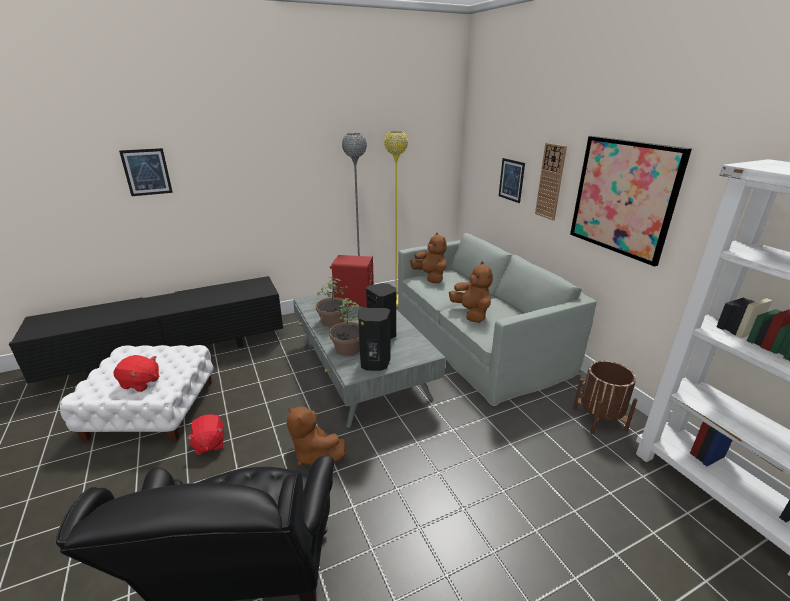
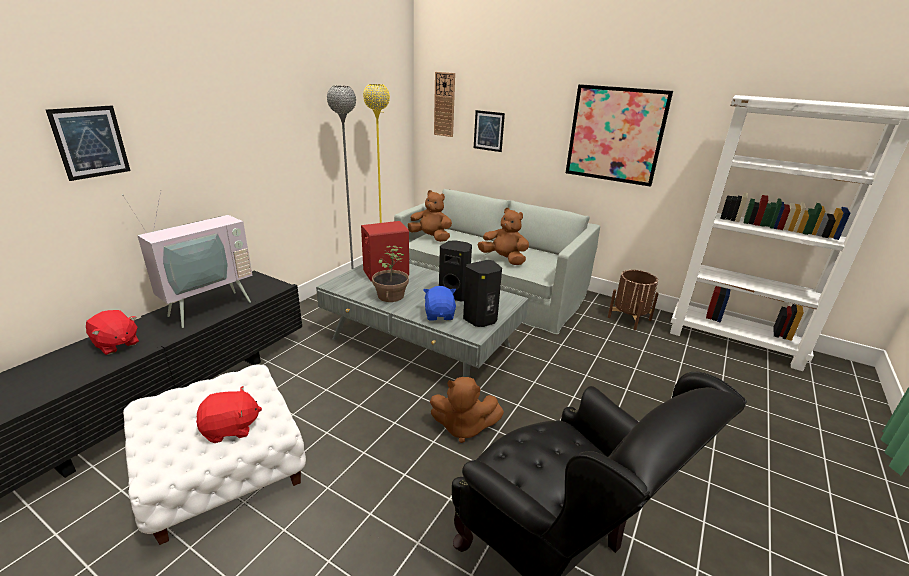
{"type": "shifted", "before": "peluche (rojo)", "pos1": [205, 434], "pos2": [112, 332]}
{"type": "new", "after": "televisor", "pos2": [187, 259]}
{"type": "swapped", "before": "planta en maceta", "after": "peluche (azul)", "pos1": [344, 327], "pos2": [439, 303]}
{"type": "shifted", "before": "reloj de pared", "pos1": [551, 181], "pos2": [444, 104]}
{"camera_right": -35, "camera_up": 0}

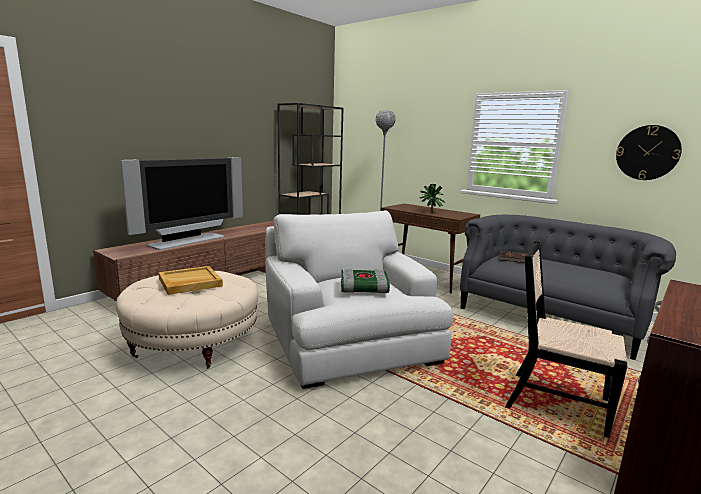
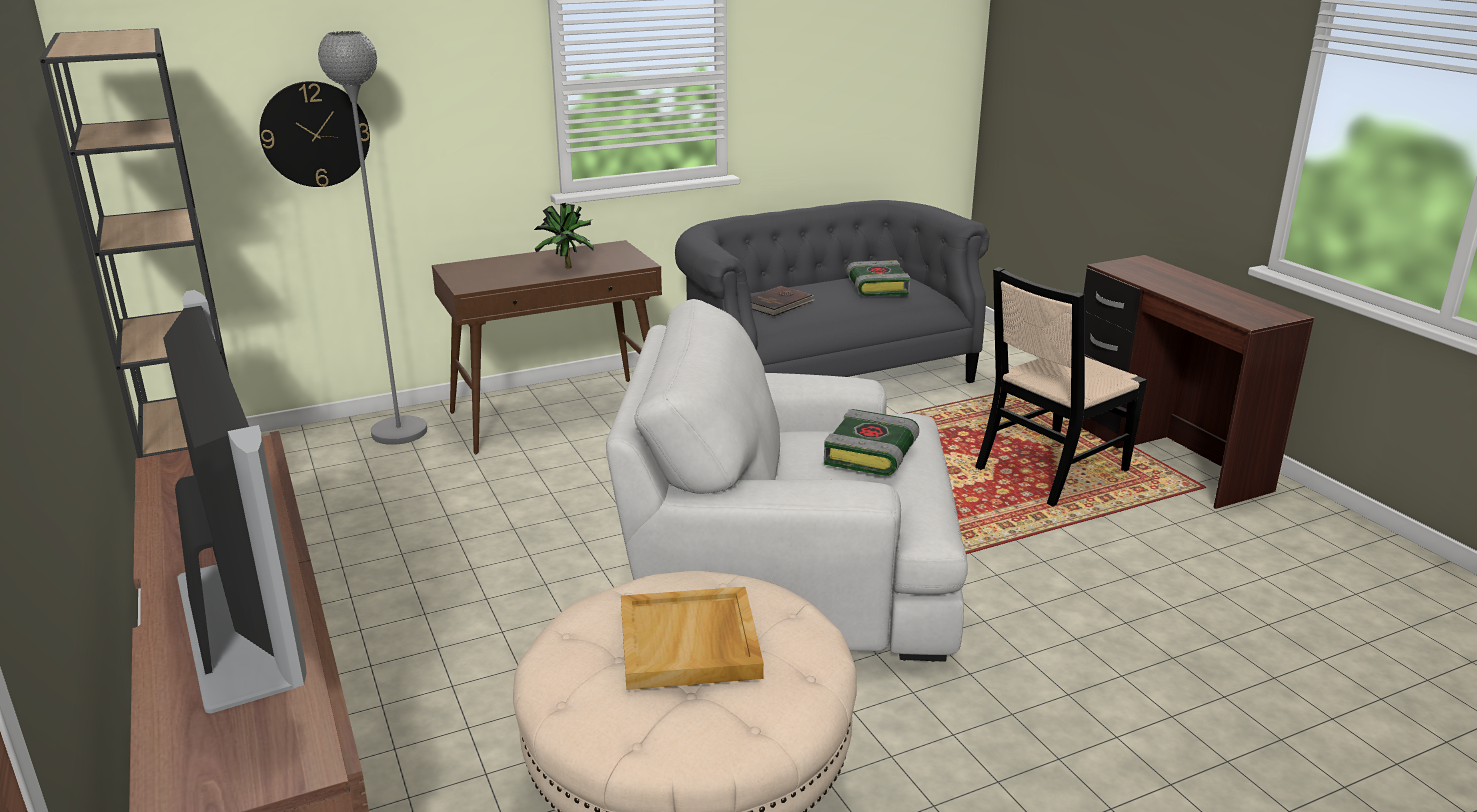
{"type": "shifted", "before": "reloj de pared", "pos1": [649, 152], "pos2": [314, 134]}
{"type": "new", "after": "libro", "pos2": [878, 278]}
{"camera_right": -65, "camera_up": 10}

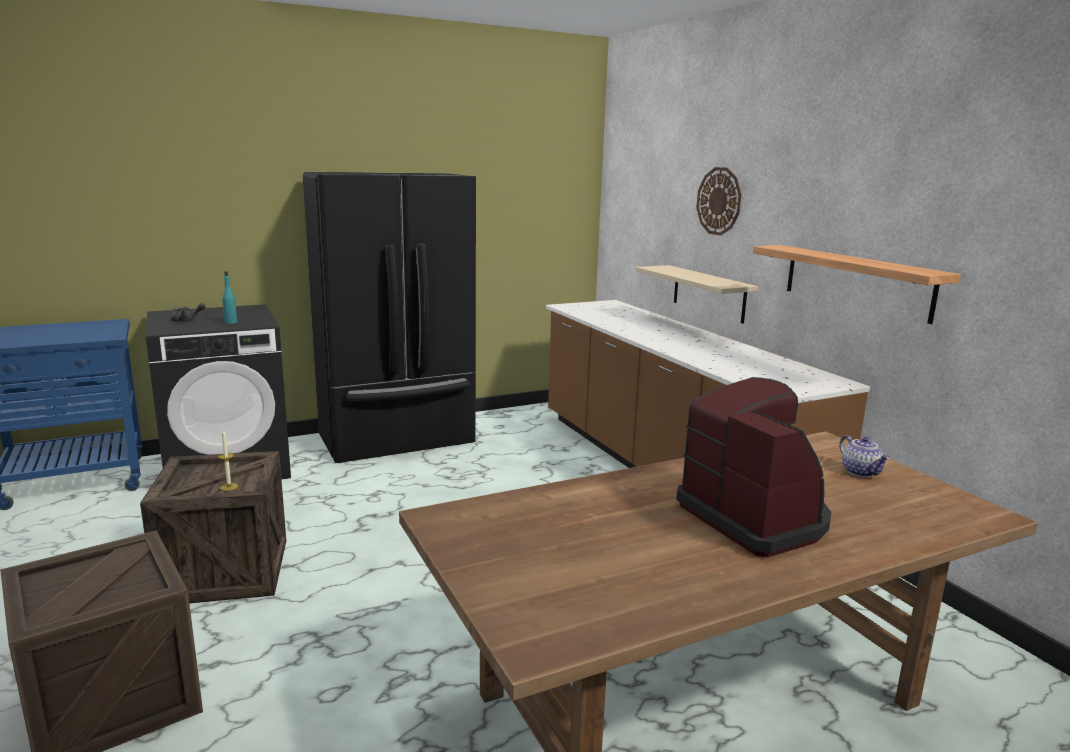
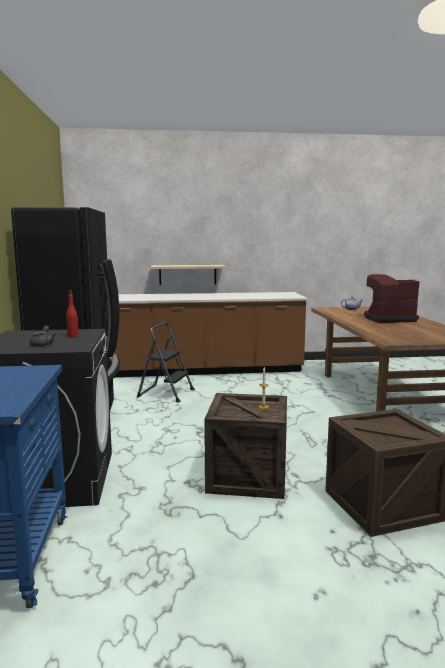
{"type": "repainted", "before": "botella (turquesa)", "after": "botella (rojo)", "pos1": [229, 297], "pos2": [72, 313]}
{"type": "new", "after": "escalera de tijera (negro)", "pos2": [166, 362]}
{"type": "gone", "before": "reloj de pared", "pos1": [719, 201]}
{"type": "gone", "before": "estante", "pos1": [857, 284]}
{"camera_right": -70, "camera_up": -5}

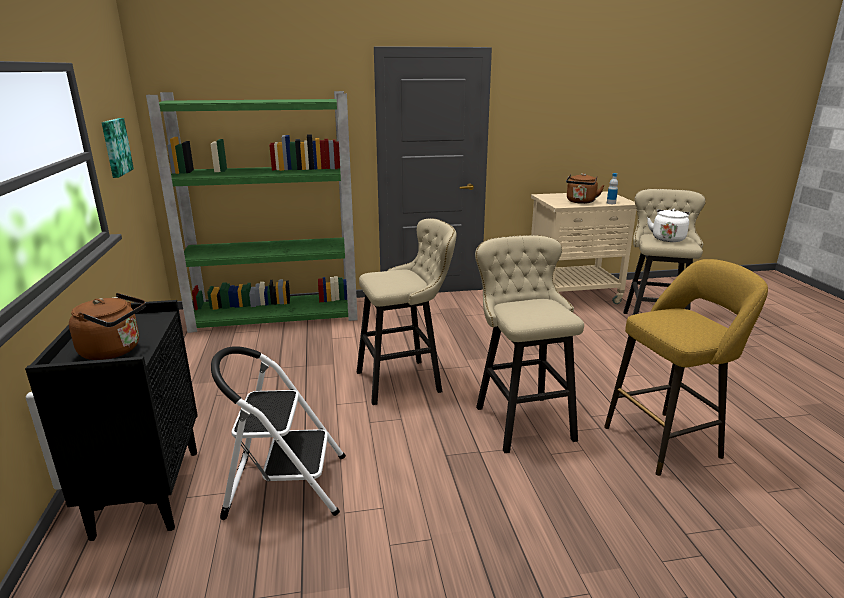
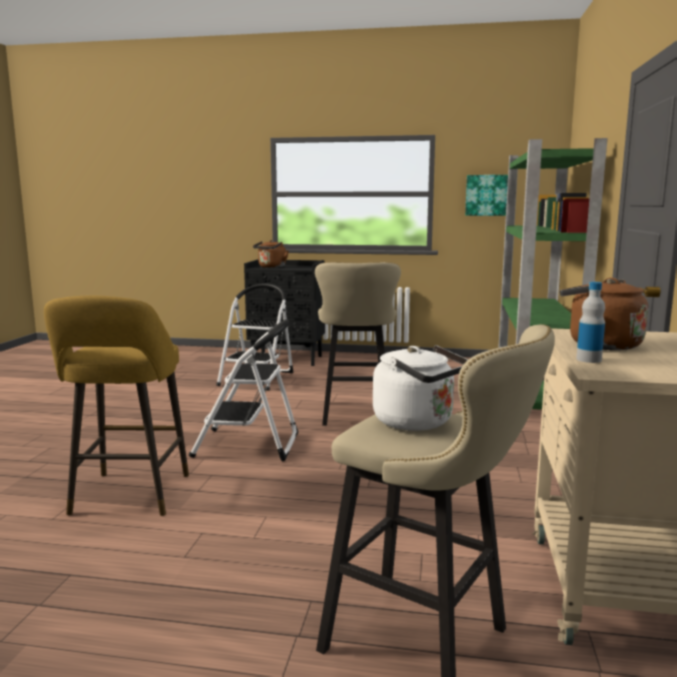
{"type": "swapped", "before": "taburete (beis)", "after": "escalera de tijera", "pos1": [529, 344], "pos2": [243, 390]}
{"camera_right": 110, "camera_up": -10}

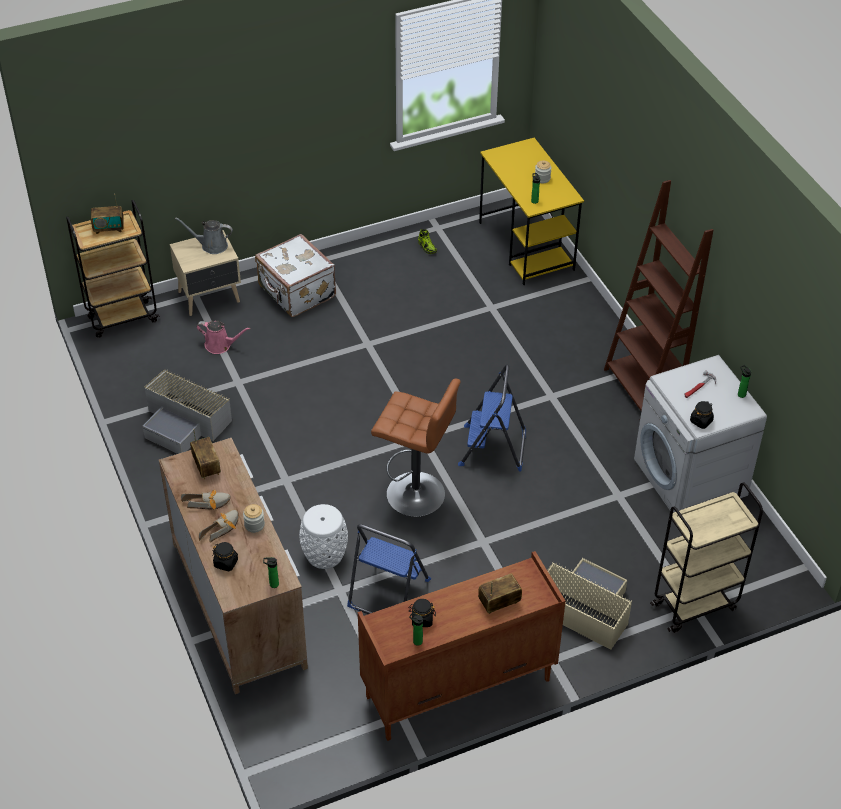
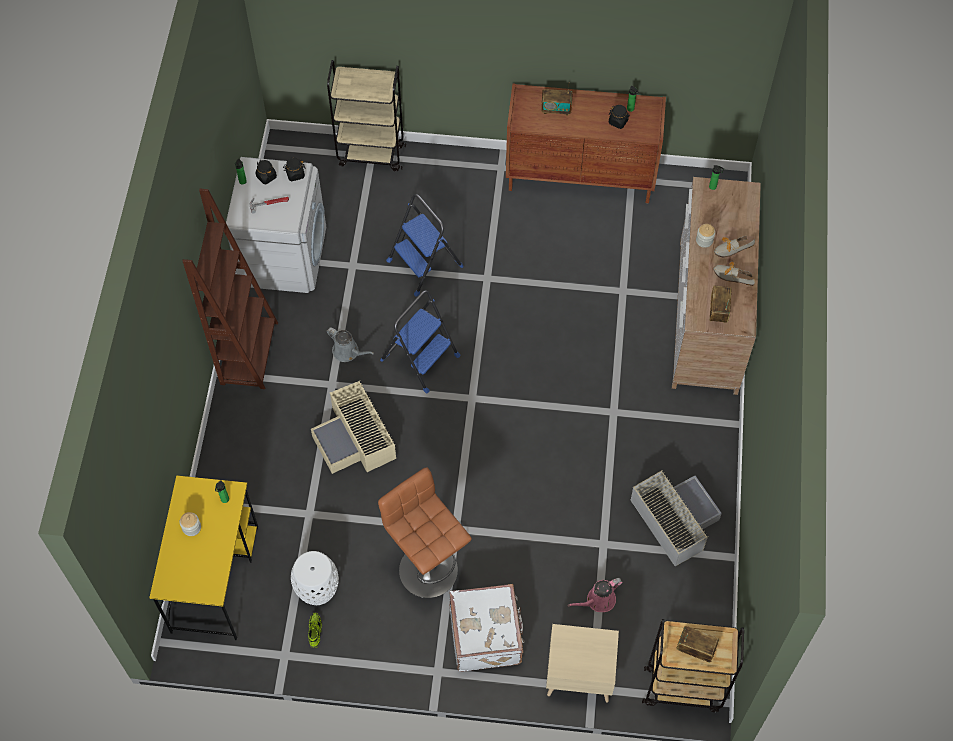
{"type": "shifted", "before": "tarro (negro)", "pos1": [225, 557], "pos2": [266, 172]}
{"type": "shifted", "before": "taburete (blanco)", "pos1": [323, 536], "pos2": [315, 578]}
{"type": "shifted", "before": "caja de almacenaje (beis)", "pos1": [589, 604], "pos2": [353, 427]}
{"type": "shifted", "before": "regadera (gris)", "pos1": [204, 235], "pos2": [350, 344]}
{"type": "shifted", "before": "taburete (marrón)", "pos1": [416, 447], "pos2": [425, 532]}
{"type": "shifted", "before": "escalera de tijera (azul)", "pos1": [389, 569], "pos2": [425, 245]}
{"type": "rotated", "before": "regadera (rosa)", "pos1": [223, 337], "pos2": [595, 595], "turn": -75}
{"camera_right": -150, "camera_up": 15}

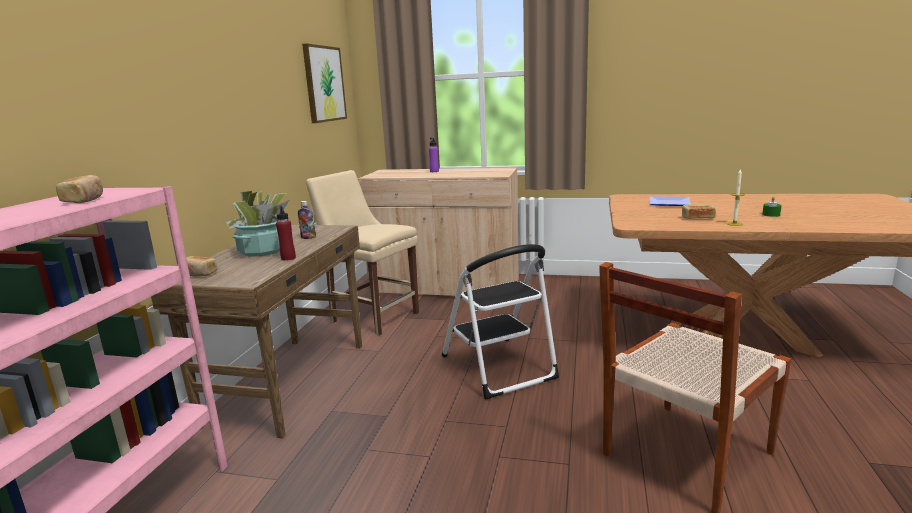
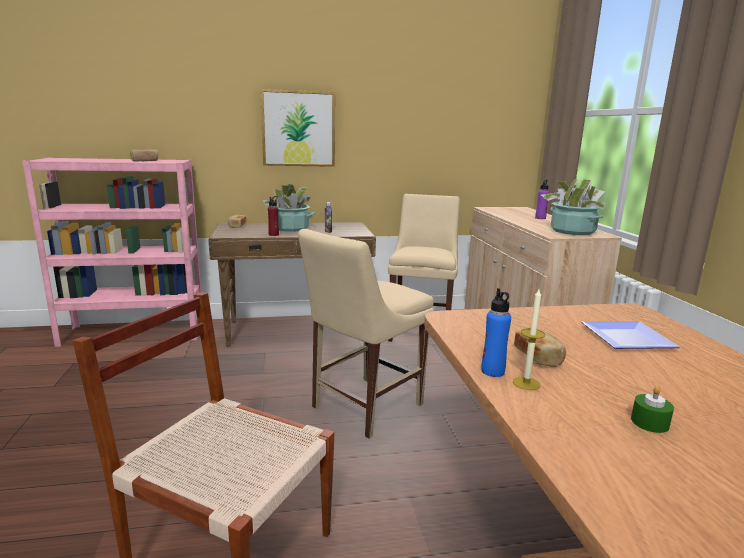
{"type": "shifted", "before": "cuadro", "pos1": [324, 83], "pos2": [297, 128]}
{"type": "swapped", "before": "escalera de tijera", "after": "silla (beis)", "pos1": [500, 321], "pos2": [366, 334]}
{"type": "new", "after": "botella (azul)", "pos2": [496, 332]}
{"type": "new", "after": "planta en maceta", "pos2": [573, 207]}
{"camera_right": 65, "camera_up": 0}

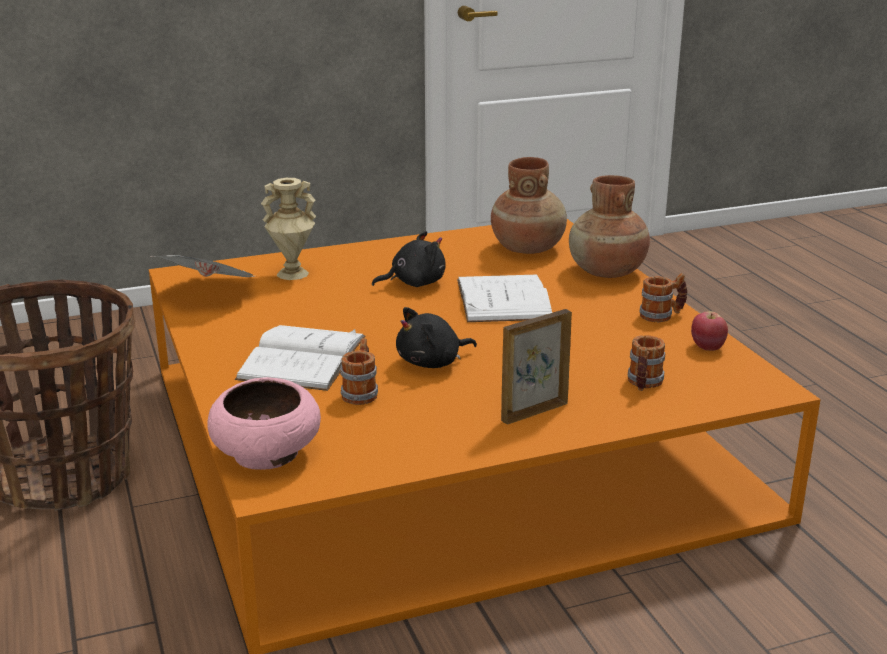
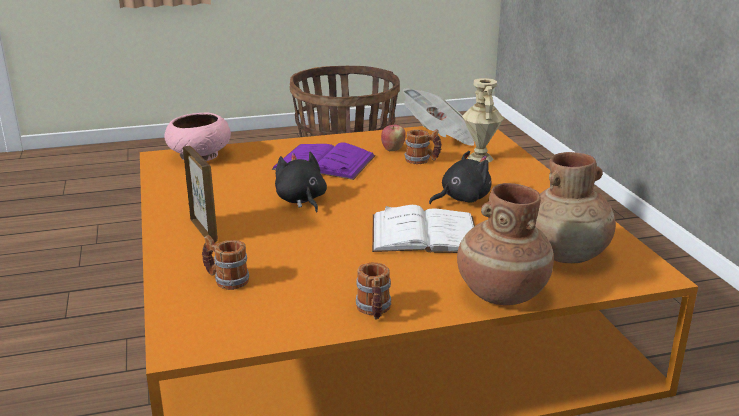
{"type": "repainted", "before": "libro (blanco)", "after": "libro (morado)", "pos1": [300, 358], "pos2": [324, 161]}
{"type": "shifted", "before": "manzana", "pos1": [709, 331], "pos2": [393, 138]}
{"type": "shifted", "before": "taza grande", "pos1": [359, 371], "pos2": [423, 146]}
{"type": "rotated", "before": "peluche (negro)", "pos1": [409, 259], "pos2": [460, 177], "turn": -105}
{"camera_right": 95, "camera_up": 0}

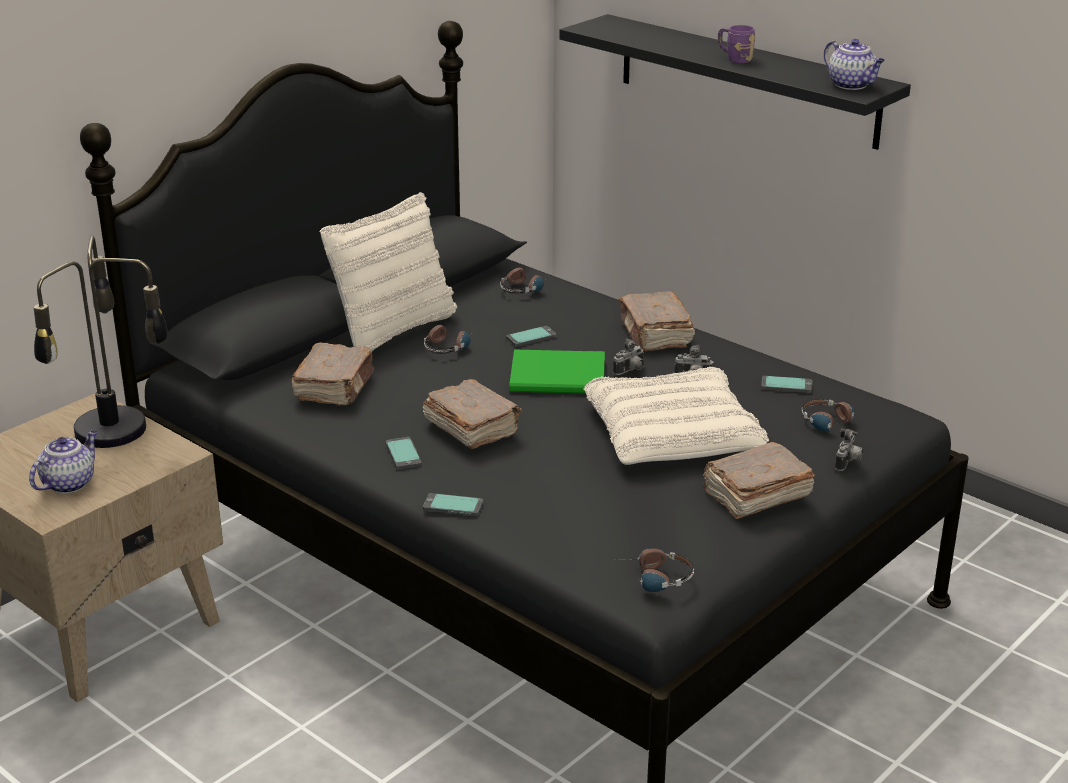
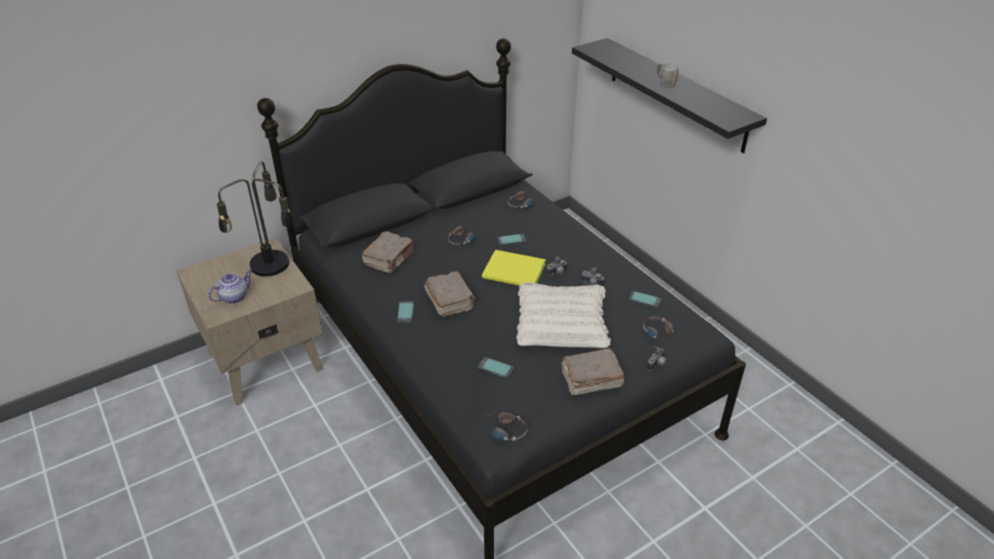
{"type": "shifted", "before": "móvil", "pos1": [453, 504], "pos2": [496, 367]}
{"type": "repainted", "before": "libro (verde)", "after": "libro (amarillo)", "pos1": [557, 372], "pos2": [514, 268]}
{"type": "repainted", "before": "taza grande (morado)", "after": "taza grande (gris)", "pos1": [736, 44], "pos2": [667, 75]}
{"type": "gone", "before": "cojín (beis)", "pos1": [388, 271]}
{"type": "gone", "before": "libro (marrón)", "pos1": [656, 321]}
{"type": "gone", "before": "tetera", "pos1": [854, 64]}
{"camera_right": 15, "camera_up": 10}

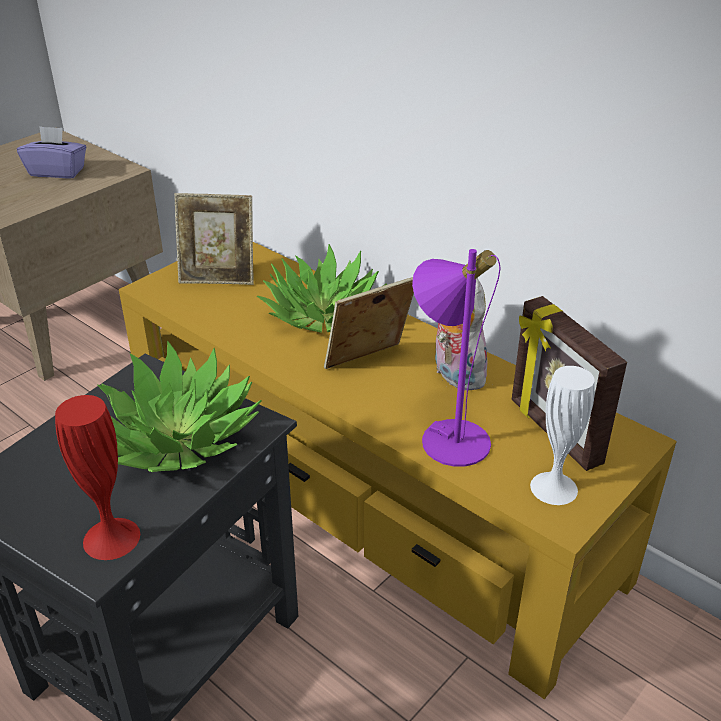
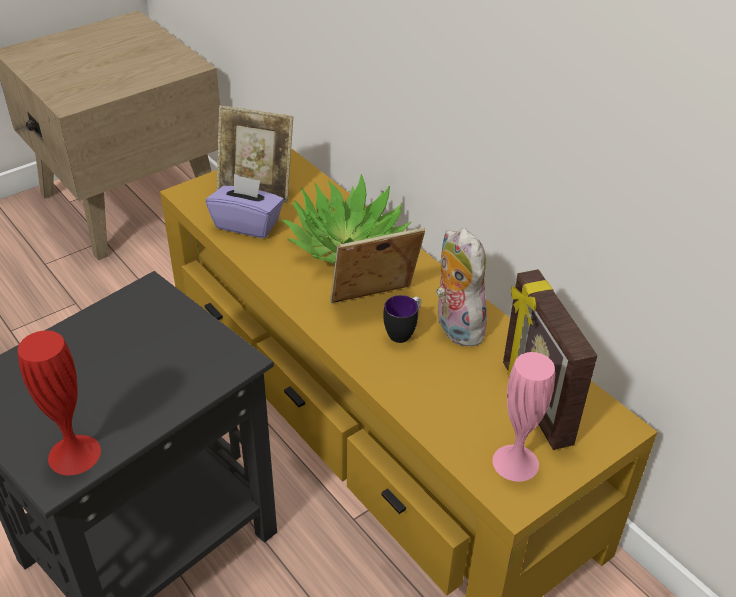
{"type": "shifted", "before": "caja de pañuelos (morado)", "pos1": [51, 152], "pos2": [245, 206]}
{"type": "new", "after": "taza grande", "pos2": [402, 319]}
{"type": "repainted", "before": "florero (blanco)", "after": "florero (rosa)", "pos1": [562, 435], "pos2": [523, 417]}
{"type": "gone", "before": "planta en maceta", "pos1": [179, 406]}
{"type": "gone", "before": "lámpara de mesa (morado)", "pos1": [456, 358]}
{"camera_right": 10, "camera_up": 5}

